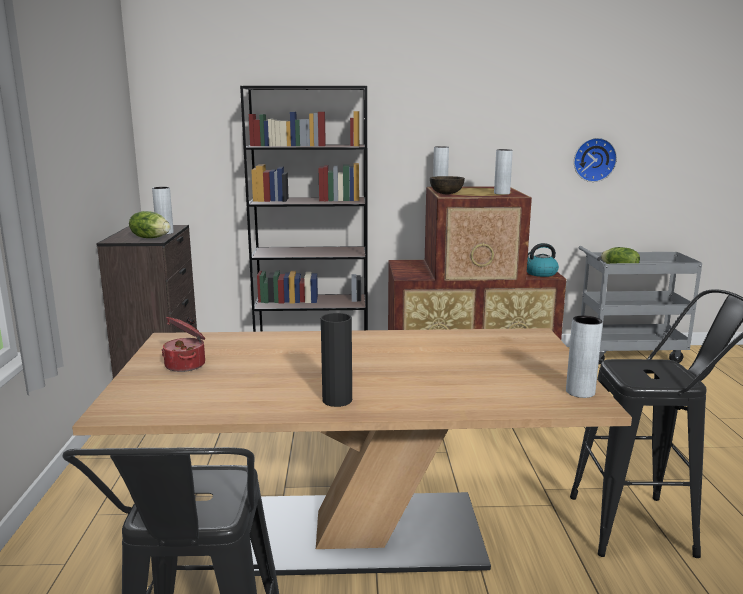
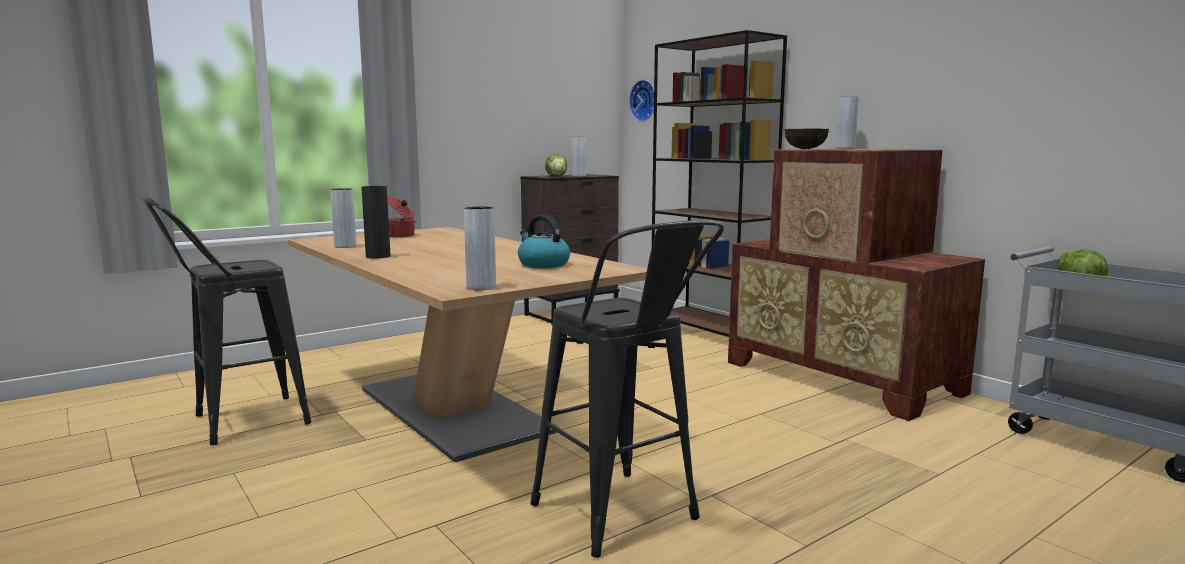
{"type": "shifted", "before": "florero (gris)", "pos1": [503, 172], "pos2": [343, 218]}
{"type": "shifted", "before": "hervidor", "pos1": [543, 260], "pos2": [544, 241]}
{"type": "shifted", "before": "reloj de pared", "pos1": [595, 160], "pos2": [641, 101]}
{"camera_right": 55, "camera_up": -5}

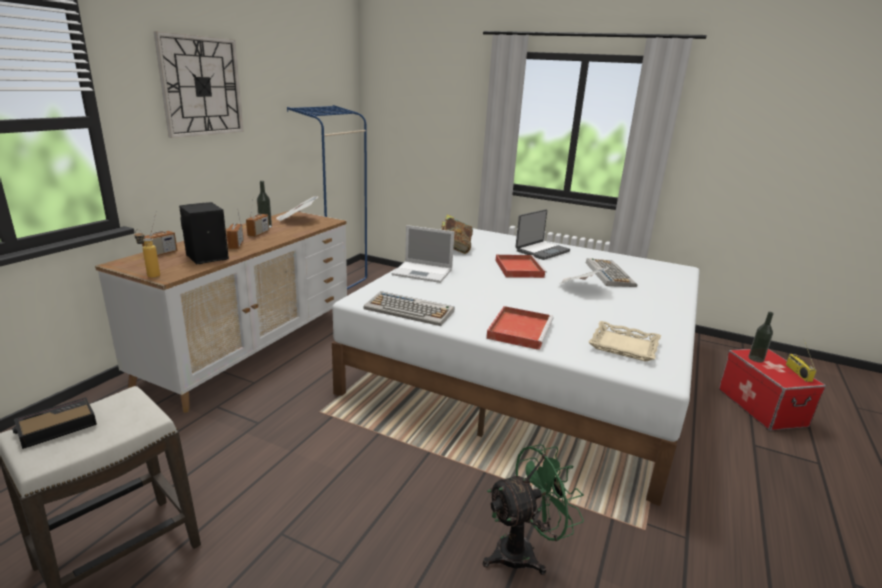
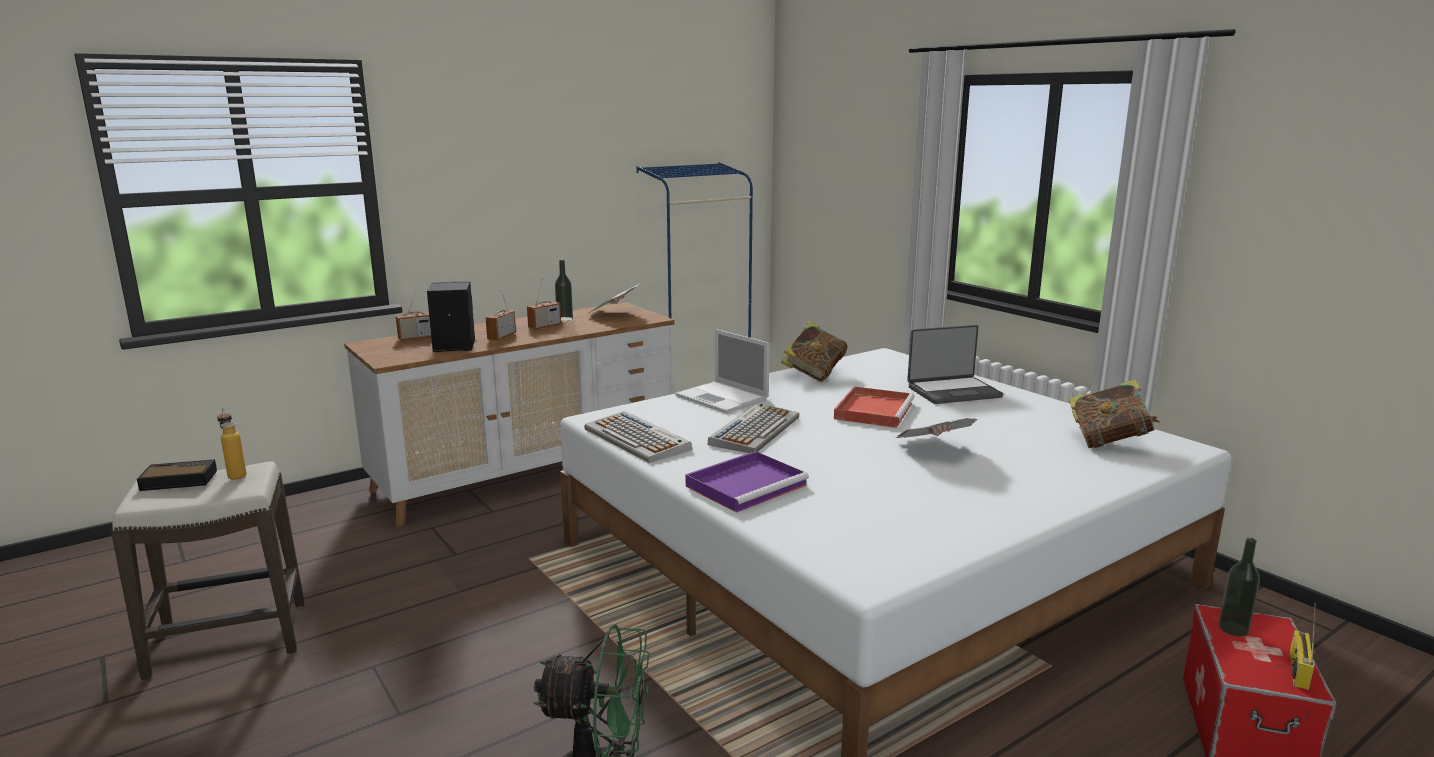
{"type": "shifted", "before": "botella", "pos1": [147, 253], "pos2": [232, 444]}
{"type": "repainted", "before": "bandeja (rojo)", "after": "bandeja (morado)", "pos1": [520, 328], "pos2": [747, 482]}
{"type": "shifted", "before": "teclado", "pos1": [612, 272], "pos2": [753, 428]}
{"type": "new", "after": "libro", "pos2": [1114, 413]}
{"type": "gone", "before": "reloj de pared", "pos1": [199, 84]}
{"type": "gone", "before": "bandeja (beis)", "pos1": [624, 341]}
{"camera_right": 30, "camera_up": -5}

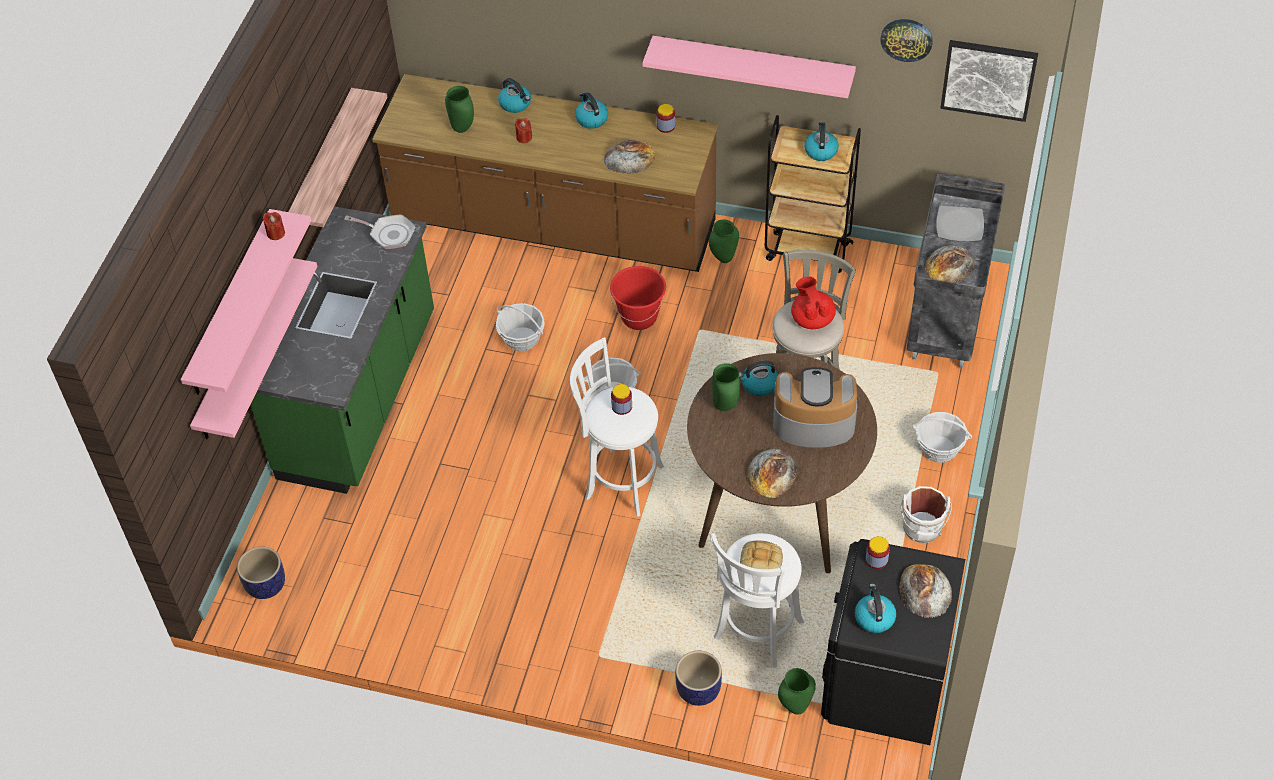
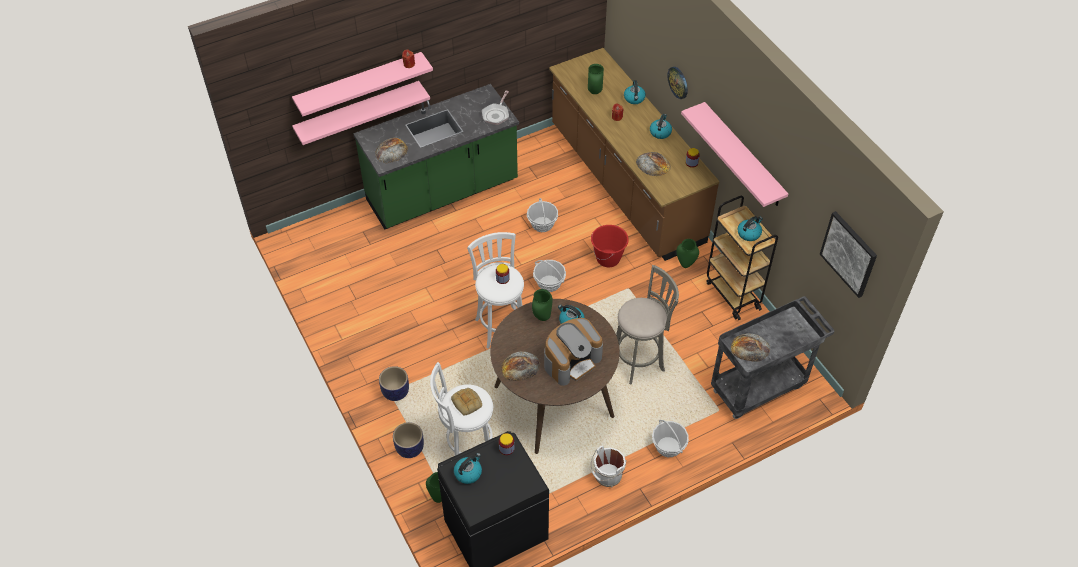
{"type": "shifted", "before": "pan", "pos1": [925, 591], "pos2": [391, 151]}
{"type": "shifted", "before": "maceta", "pos1": [261, 573], "pos2": [394, 383]}
{"type": "rotated", "before": "sartén", "pos1": [379, 231], "pos2": [495, 108], "turn": 45}
{"type": "rotated", "before": "cafetera", "pos1": [815, 407], "pos2": [573, 352], "turn": 90}
{"type": "shifted", "before": "reloj de pared", "pos1": [906, 40], "pos2": [677, 83]}
{"type": "gone", "before": "estante", "pos1": [337, 157]}
{"type": "gone", "before": "tetera (rojo)", "pos1": [813, 302]}
{"type": "gone", "before": "plato", "pos1": [960, 224]}
{"camera_right": 45, "camera_up": 0}

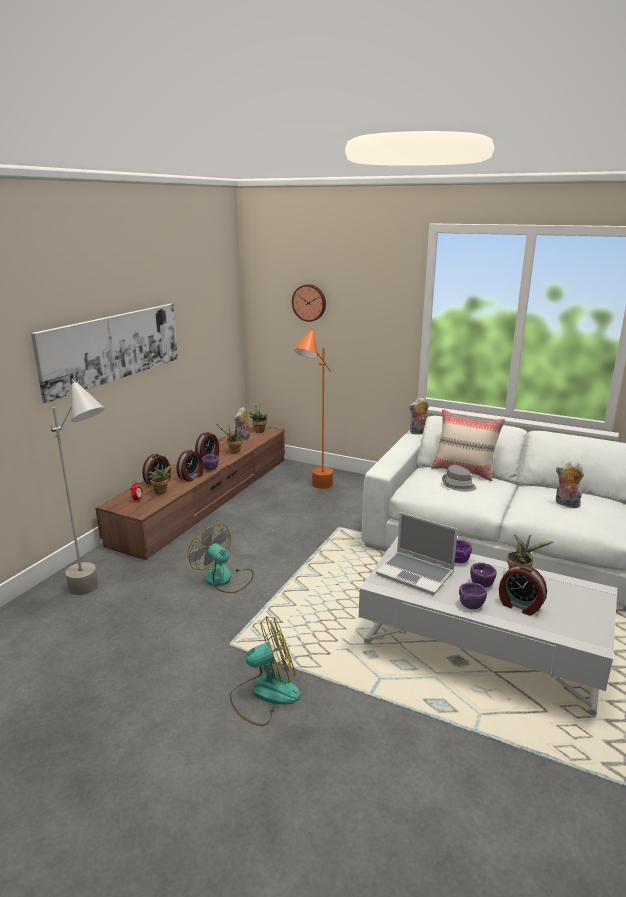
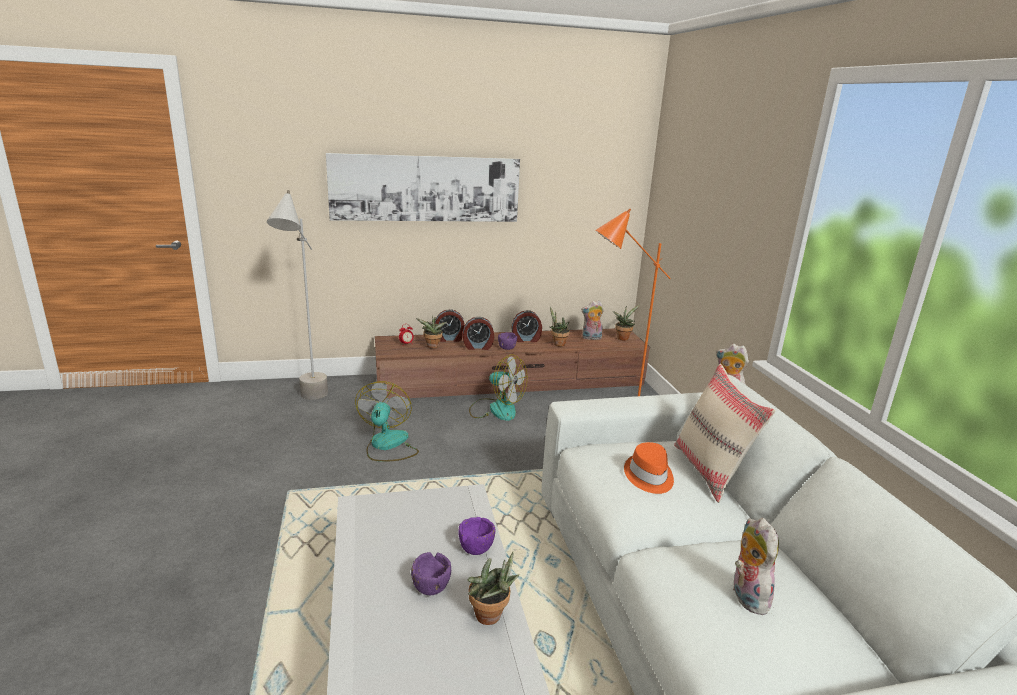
{"type": "shifted", "before": "ventilador", "pos1": [265, 671], "pos2": [498, 388]}
{"type": "repainted", "before": "sombrero (gris)", "after": "sombrero (naranja)", "pos1": [459, 478], "pos2": [649, 468]}
{"type": "gone", "before": "reloj de pared", "pos1": [309, 303]}
{"type": "gone", "before": "portátil", "pos1": [417, 553]}
{"type": "gone", "before": "cuenco (morado)", "pos1": [473, 595]}
{"type": "gone", "before": "despertador", "pos1": [523, 590]}
{"camera_right": 50, "camera_up": 0}

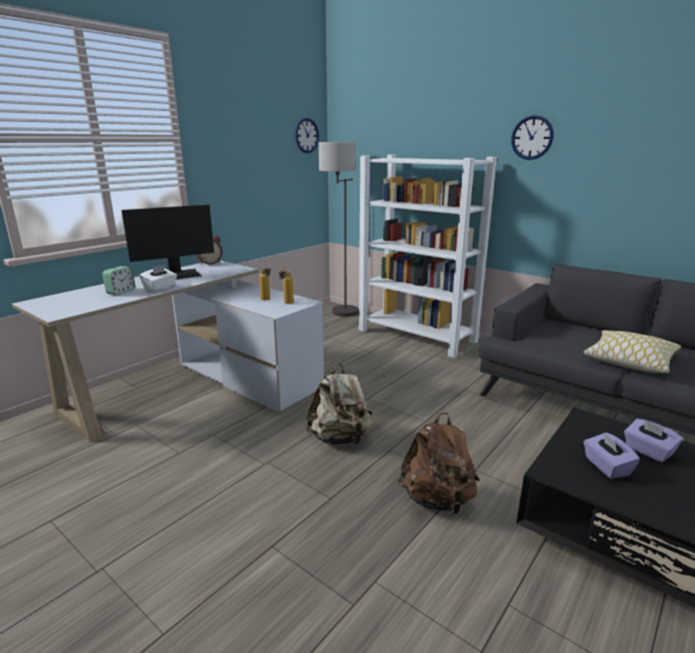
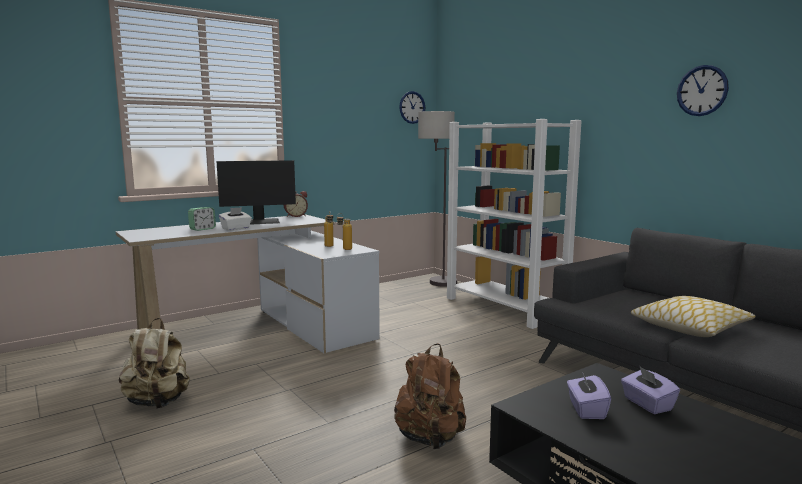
{"type": "shifted", "before": "mochila (beis)", "pos1": [339, 404], "pos2": [154, 363]}
{"type": "shifted", "before": "reloj de pared", "pos1": [532, 137], "pos2": [703, 90]}
{"camera_right": 15, "camera_up": -10}

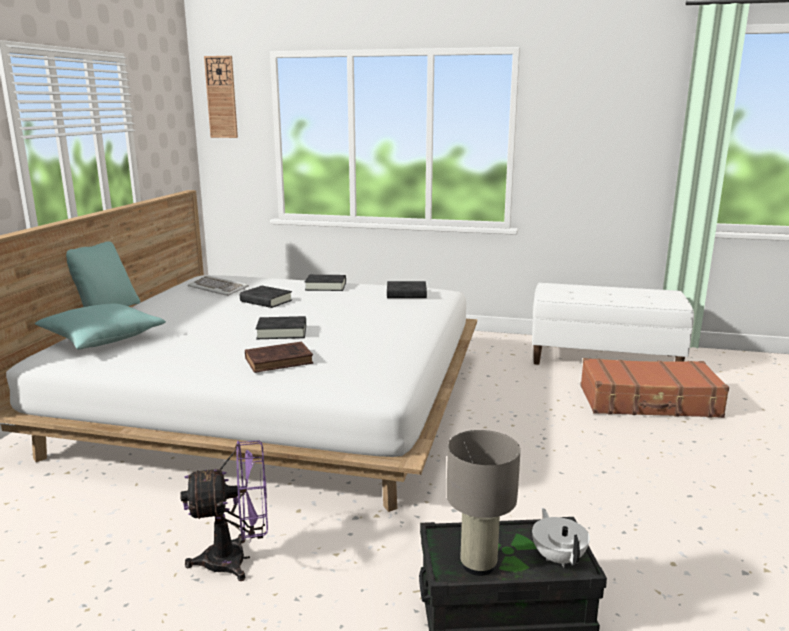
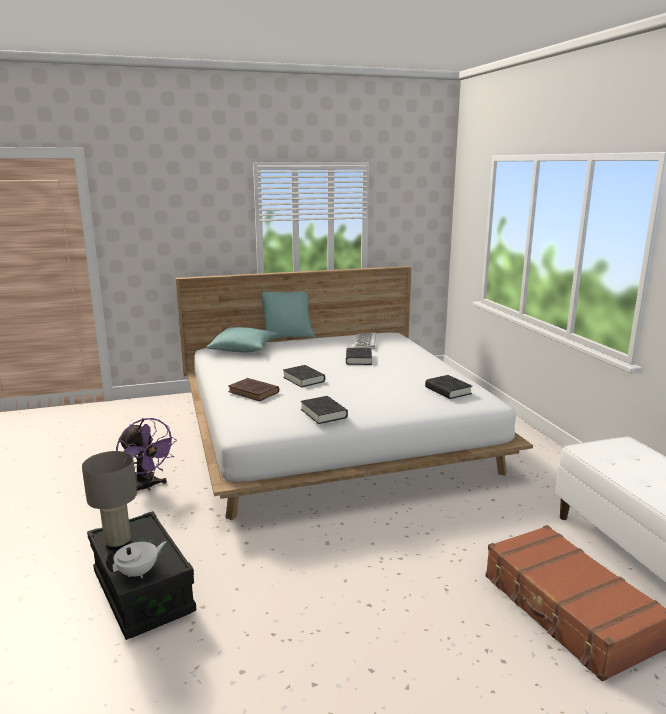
{"type": "shifted", "before": "libro (negro)", "pos1": [325, 283], "pos2": [324, 410]}
{"type": "gone", "before": "reloj de pared", "pos1": [221, 97]}
{"camera_right": 60, "camera_up": 0}

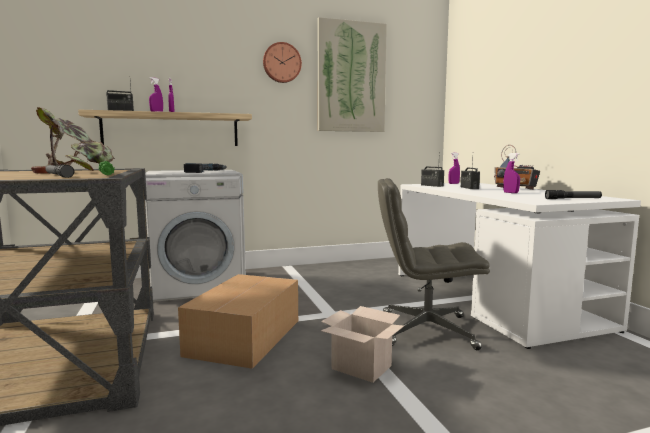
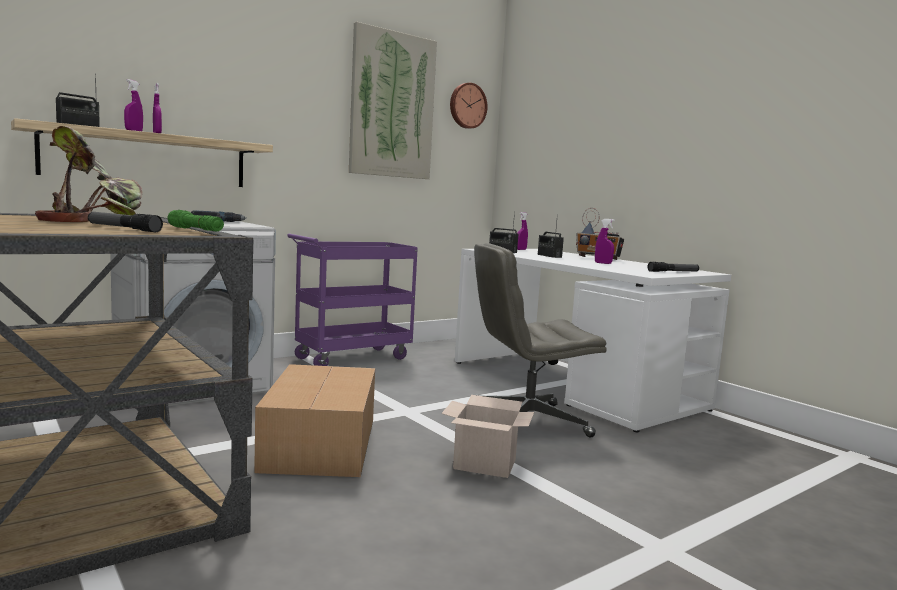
{"type": "new", "after": "carrito (morado)", "pos2": [352, 299]}
{"type": "shifted", "before": "reloj de pared", "pos1": [282, 62], "pos2": [468, 106]}
{"camera_right": -20, "camera_up": 0}

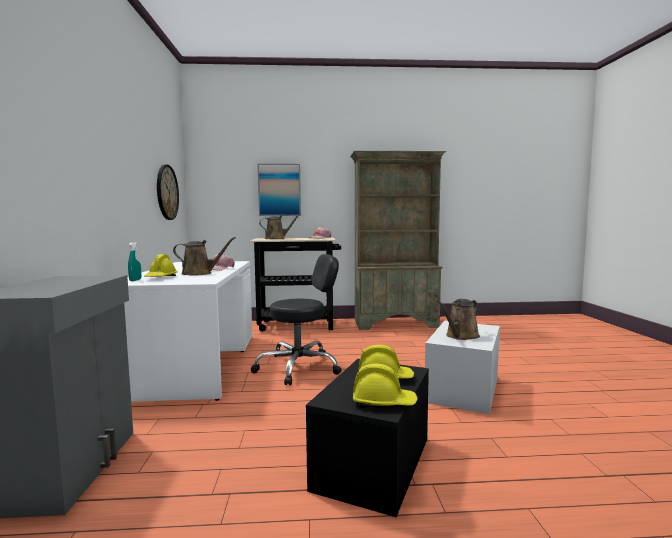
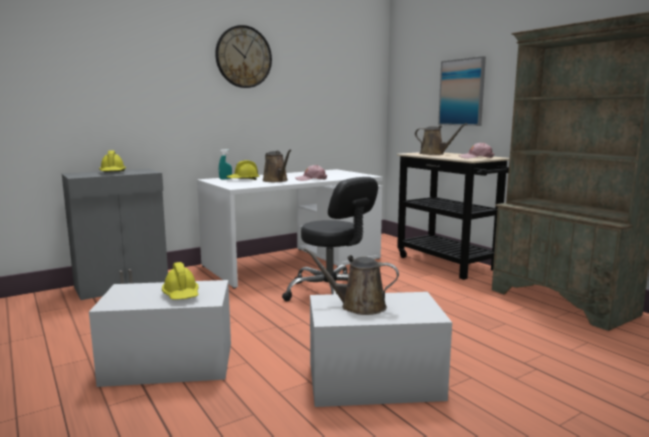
{"type": "repainted", "before": "caja de almacenaje (negro)", "after": "caja de almacenaje (blanco)", "pos1": [367, 438], "pos2": [160, 333]}
{"type": "shifted", "before": "casco (amarillo)", "pos1": [385, 386], "pos2": [112, 161]}
{"type": "shifted", "before": "reloj de pared", "pos1": [168, 192], "pos2": [243, 56]}
{"camera_right": 60, "camera_up": 5}

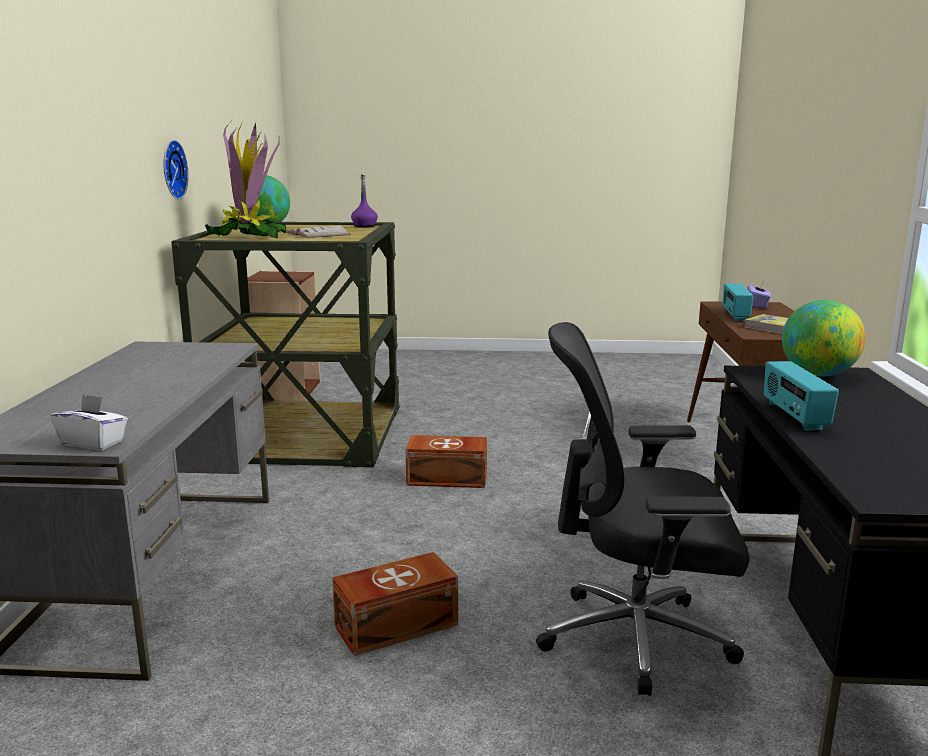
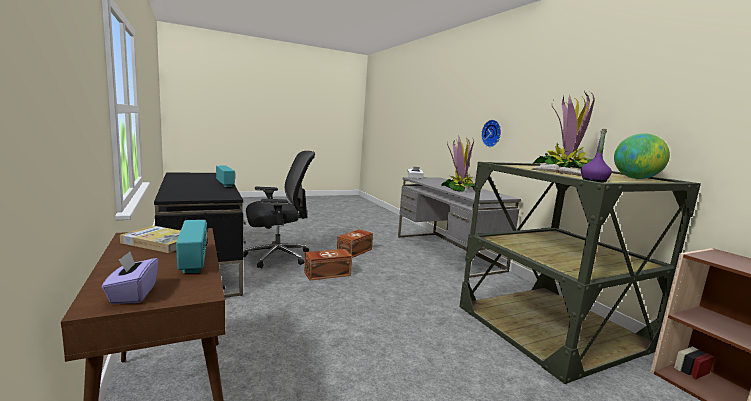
{"type": "shifted", "before": "caja de almacenaje (marrón)", "pos1": [446, 461], "pos2": [328, 264]}
{"type": "new", "after": "planta en maceta", "pos2": [458, 164]}
{"type": "shifted", "before": "reloj de pared", "pos1": [176, 169], "pos2": [491, 133]}
{"type": "gone", "before": "globo terráqueo", "pos1": [823, 338]}
{"camera_right": 150, "camera_up": -5}

